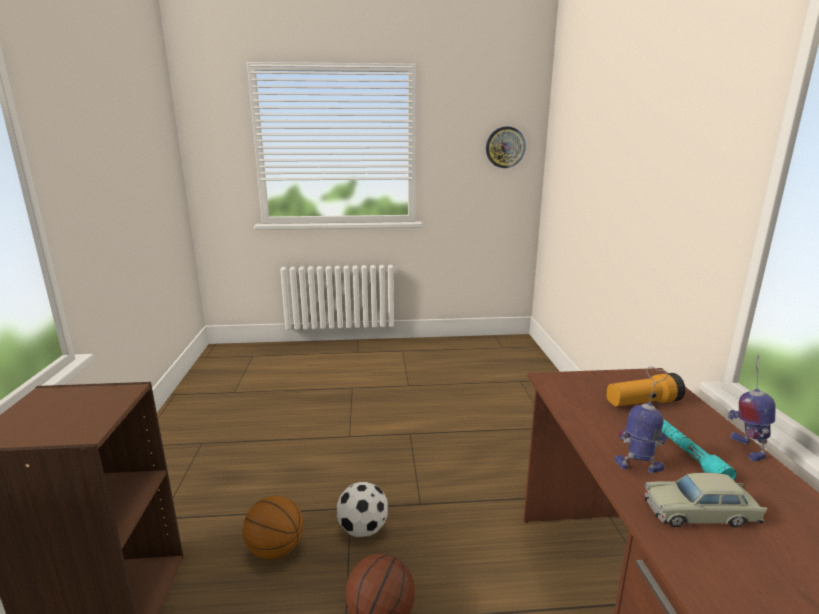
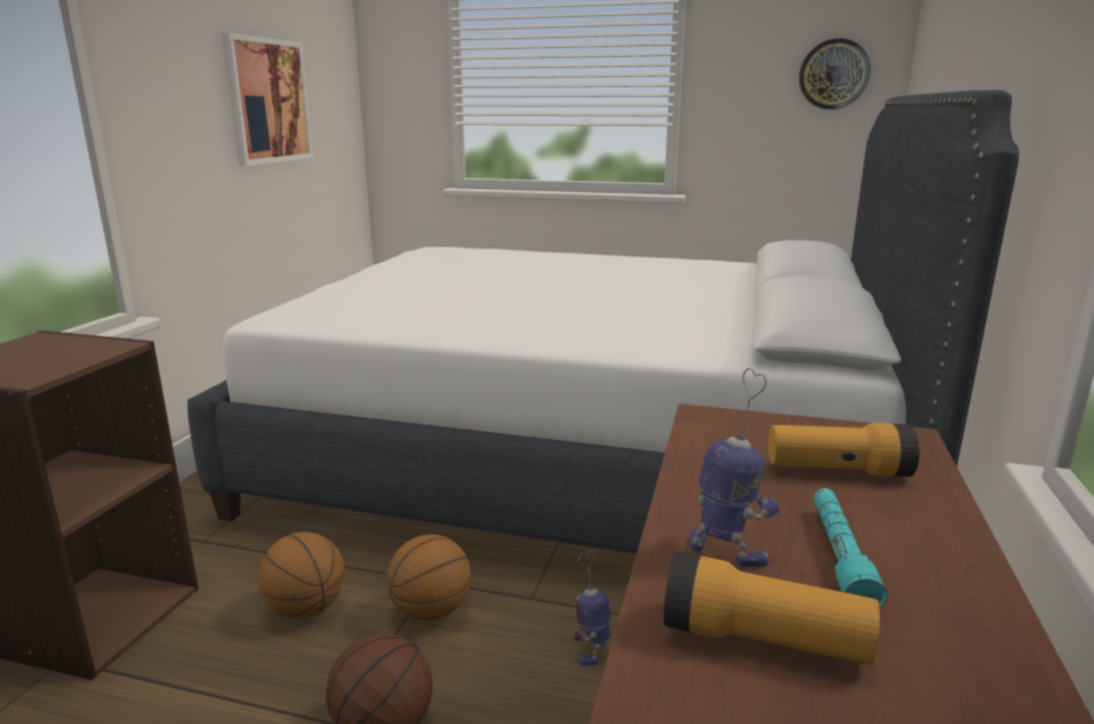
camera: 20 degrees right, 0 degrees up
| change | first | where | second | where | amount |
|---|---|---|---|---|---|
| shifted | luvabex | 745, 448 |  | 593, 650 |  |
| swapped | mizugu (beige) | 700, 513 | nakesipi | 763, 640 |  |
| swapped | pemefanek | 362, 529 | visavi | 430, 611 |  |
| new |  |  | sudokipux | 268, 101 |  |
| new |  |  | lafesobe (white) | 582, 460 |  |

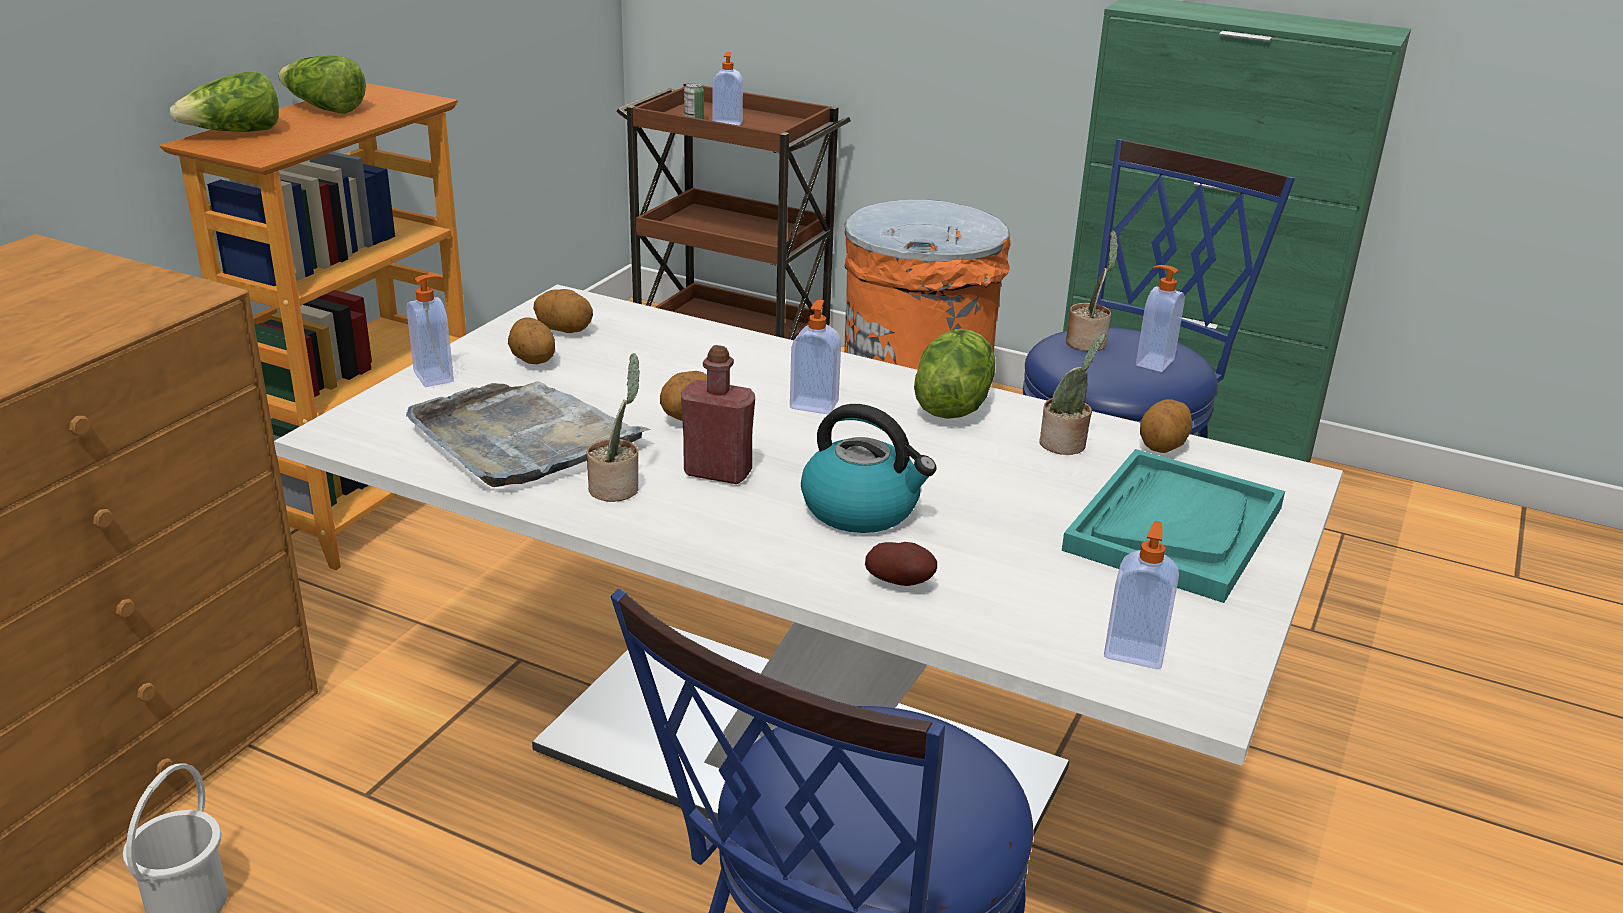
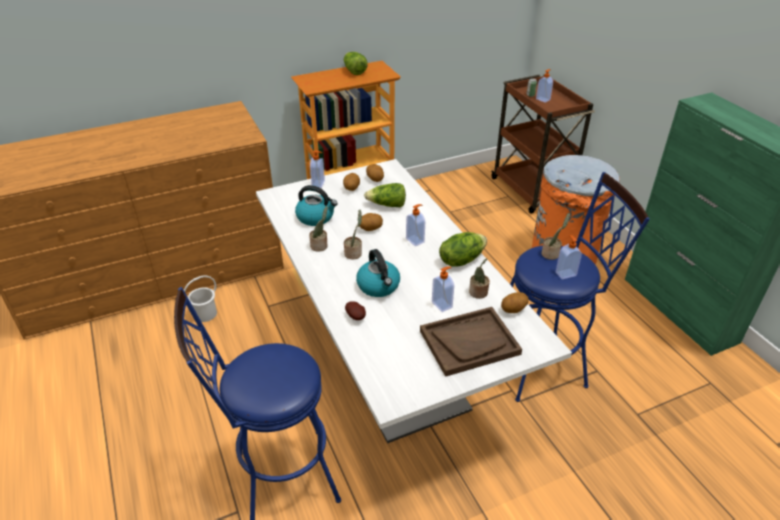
camera: 40 degrees right, 10 degrees up
| change | first | where | second | where | amount |
|---|---|---|---|---|---|
| shifted | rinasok | 234, 133 |  | 387, 205 |  |
| swapped | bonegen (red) | 718, 472 | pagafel | 354, 253 |  |
| swapped | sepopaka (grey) | 523, 439 | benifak | 316, 217 |  |
| repainted | sepopaka (turquoise) | 1174, 528 | sepopaka (brown) | 469, 342 |  |
| shifted | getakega | 1134, 651 |  | 442, 304 |  |

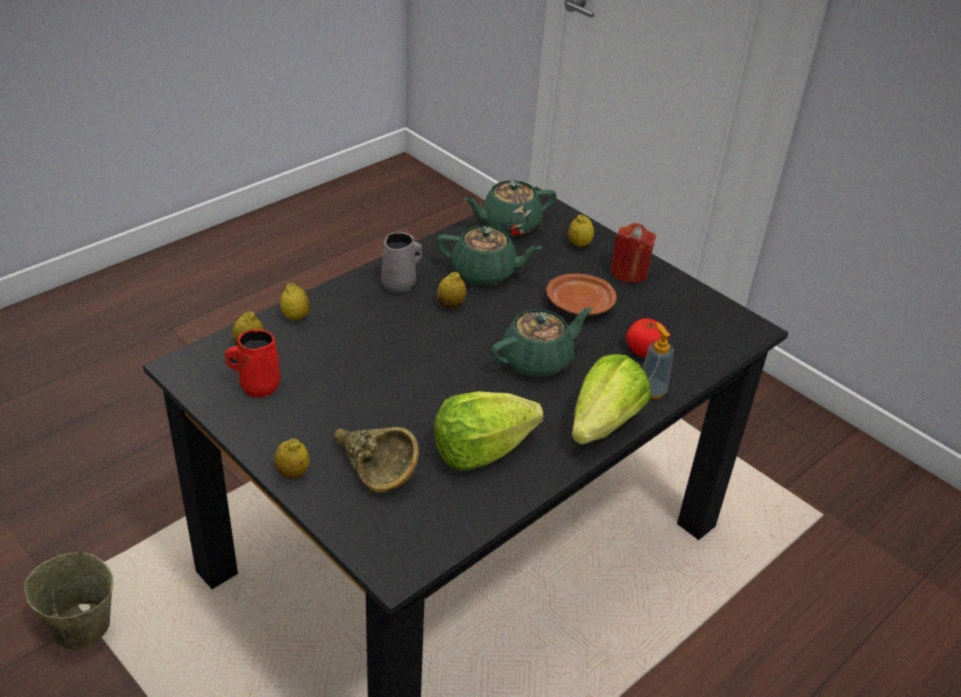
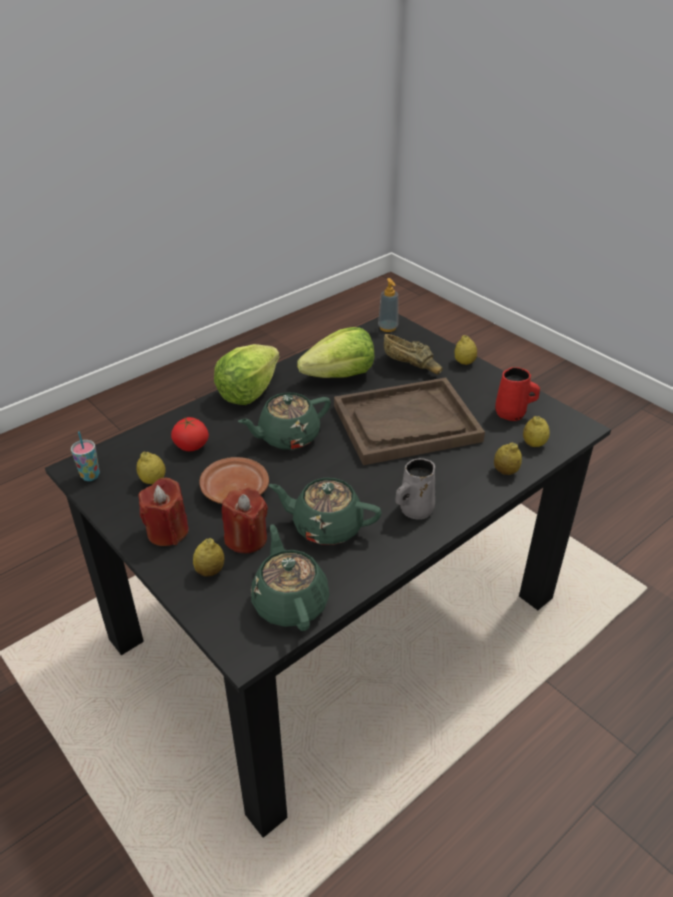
camera: 175 degrees left, 0 degrees up
| change | first | where | second | where | amount |
|---|---|---|---|---|---|
| rotated | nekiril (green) | 509, 225 |  | 290, 601 | 90 degrees counterclockwise |
| shifted | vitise | 450, 305 |  | 153, 480 |  |
| shifted | getakega | 652, 391 |  | 388, 328 |  |
| gone | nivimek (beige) | 80, 626 |  |  |  |
| new |  |  | sepopaka (brown) | 406, 424 |  |
| new |  |  | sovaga | 90, 476 |  |
| new |  |  | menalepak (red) | 246, 538 |  |

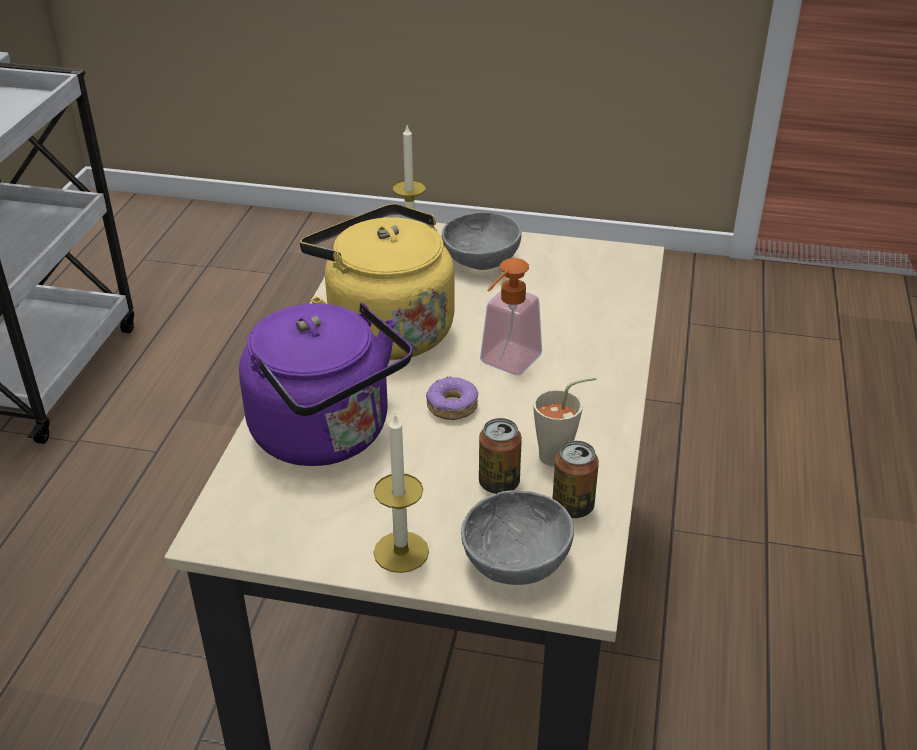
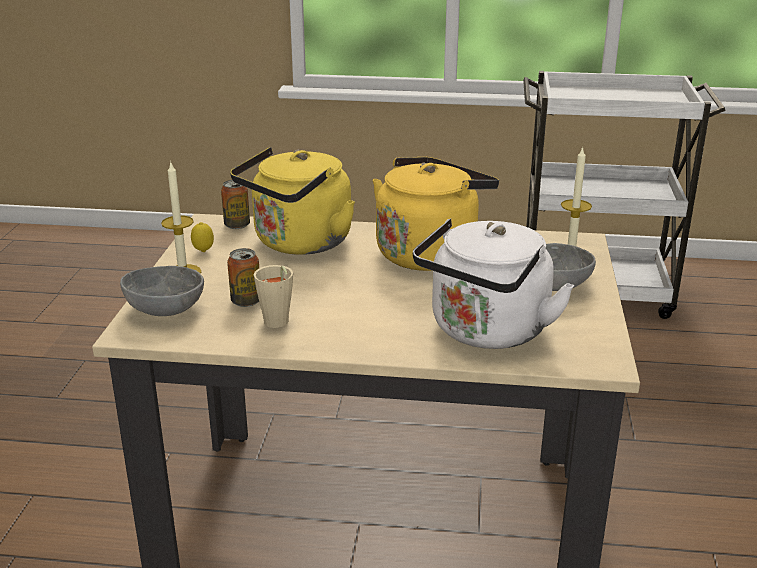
camera: 85 degrees right, 10 degrees down
| change | first | where | second | where | amount |
|---|---|---|---|---|---|
| gone | getakega | 505, 364 |  |  |  |
| repainted | benifak (purple) | 328, 436 | benifak (yellow) | 299, 243 |  |
| gone | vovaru | 451, 406 |  |  |  |
| shifted | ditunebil | 572, 507 |  | 237, 225 |  |
| new |  |  | benifak (white) | 486, 332 |  |
| new |  |  | vitise | 203, 252 |  |

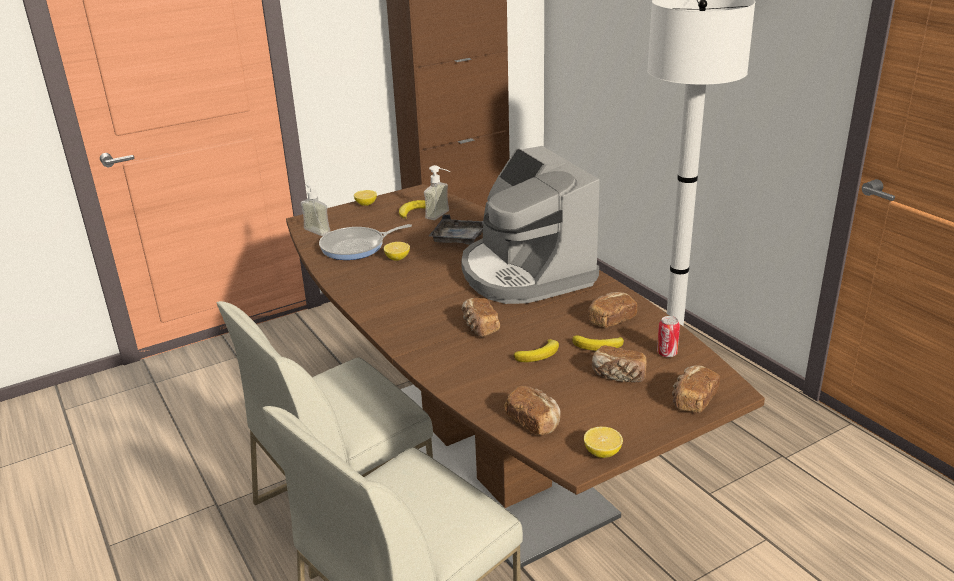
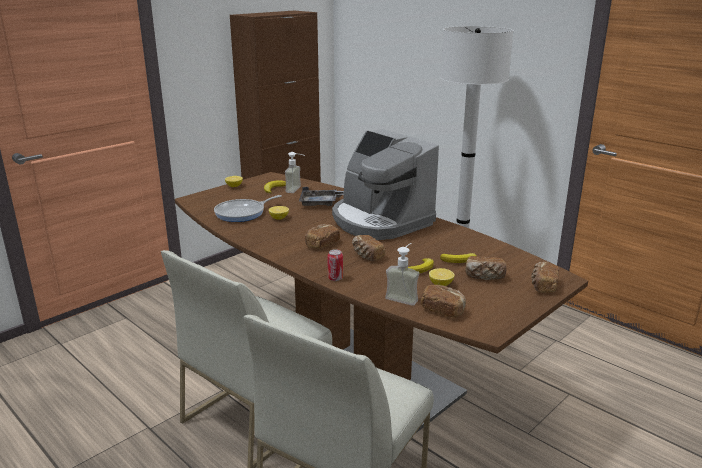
camera: 15 degrees left, 5 degrees down
| change | first | where | second | where | amount |
|---|---|---|---|---|---|
| shifted | getakega | 322, 229 |  | 404, 297 |  |
| shifted | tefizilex | 610, 320 |  | 321, 244 |  |
| shifted | ditunebil | 667, 353 |  | 335, 278 |  |
| shifted | vitise | 602, 453 |  | 440, 284 |  |

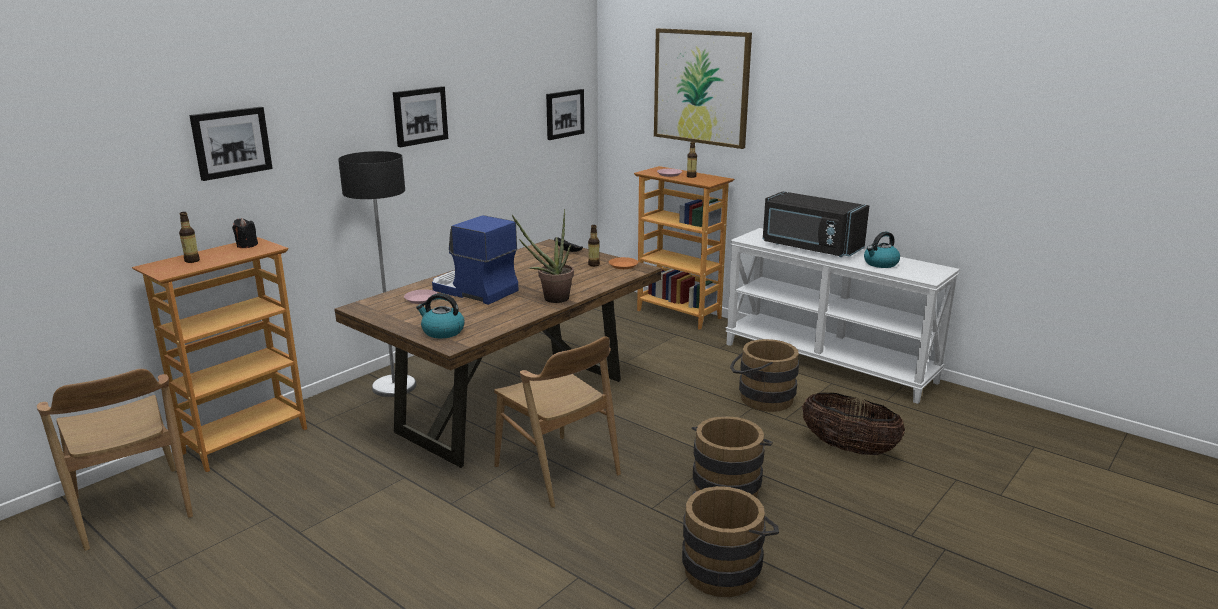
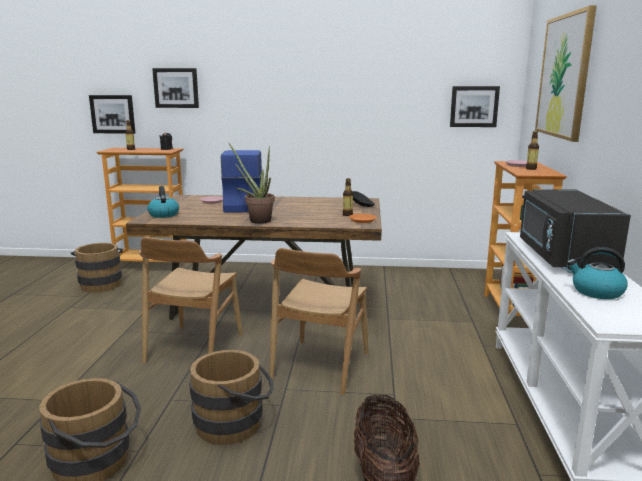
camera: 55 degrees right, 5 degrees down
| change | first | where | second | where | amount |
|---|---|---|---|---|---|
| shifted | sudokipux | 420, 116 |  | 113, 114 |  |
| gone | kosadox | 394, 387 |  |  |  |
| shifted | nivimek (brown) | 760, 398 |  | 101, 284 |  |
| shifted | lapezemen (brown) | 132, 508 |  | 320, 366 |  |

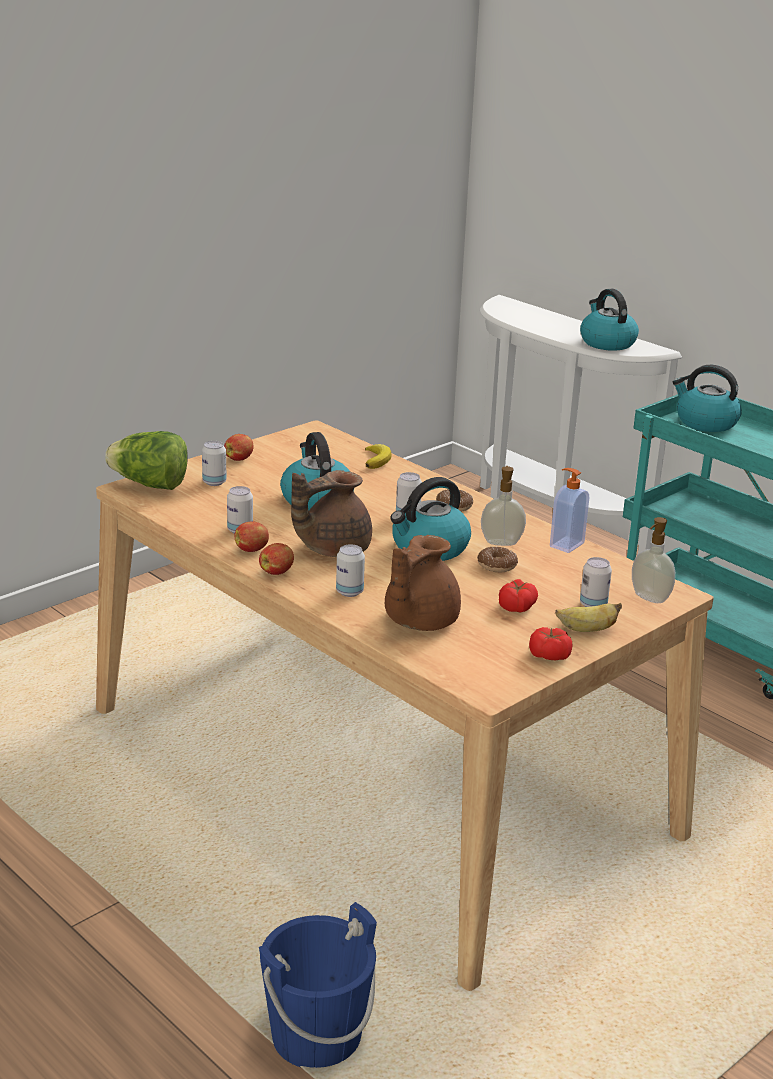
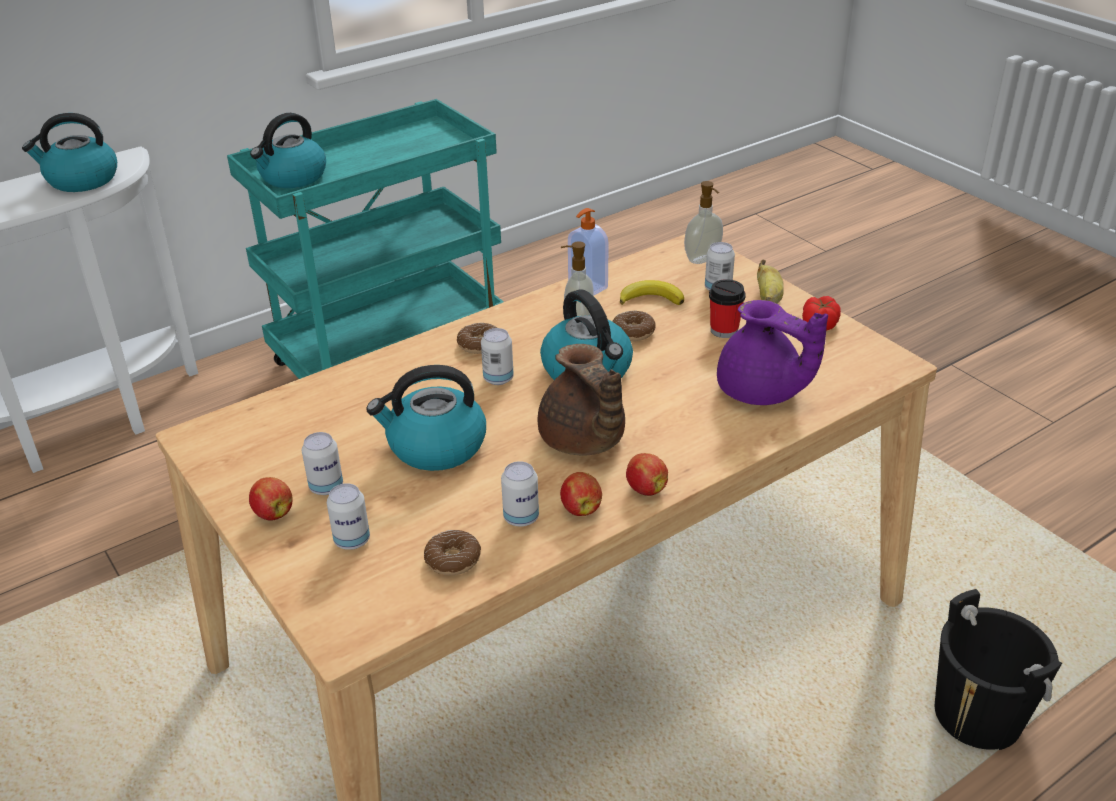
camera: 80 degrees left, 10 degrees up
| change | first | where | second | where | amount |
|---|---|---|---|---|---|
| gone | rinasok | 150, 485 |  |  |  |
| shifted | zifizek | 377, 459 |  | 651, 298 |  |
| repainted | nekiril (brown) | 418, 621 | nekiril (purple) | 761, 392 |  |
| shifted | ditunebil | 349, 592 |  | 326, 487 |  |
| swapped | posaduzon | 516, 606 | sovaga | 724, 330 |  |
| repainted | nivimek (blue) | 316, 1035 | nivimek (black) | 977, 716 |  |
| new |  |  | vovaru | 453, 559 |  |

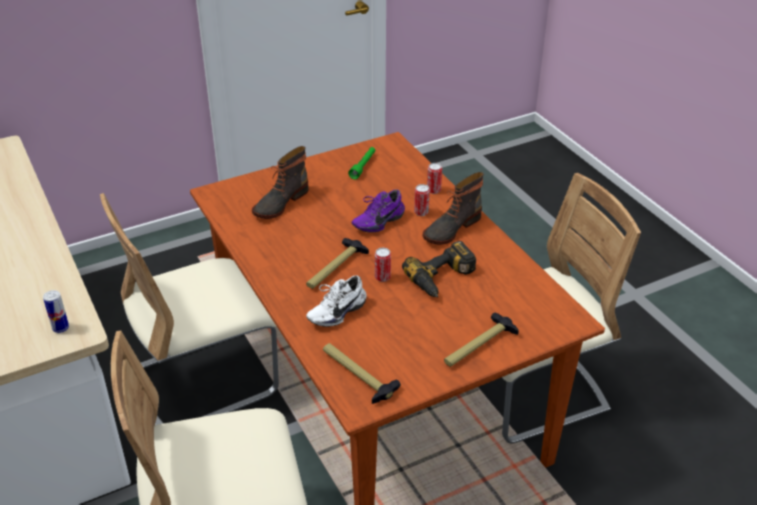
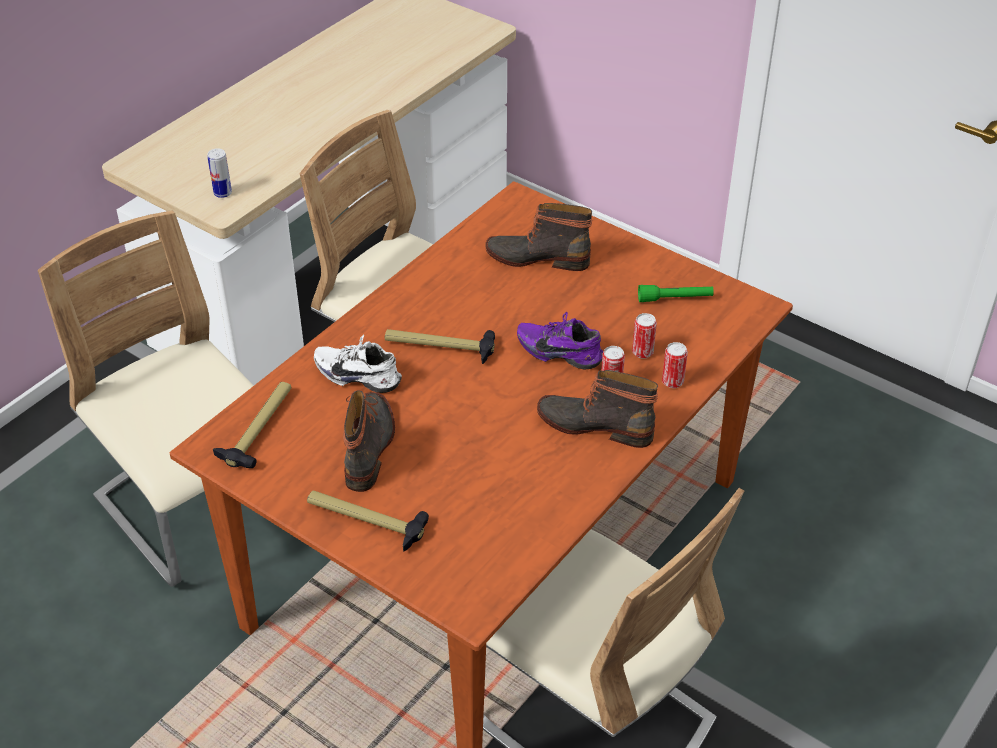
camera: 65 degrees right, 5 degrees up
| change | first | where | second | where | amount |
|---|---|---|---|---|---|
| gone | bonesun | 443, 279 |  |  |  |
| shifted | ditunebil | 382, 277 |  | 642, 352 |  |
| new |  |  | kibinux | 369, 447 |  |

